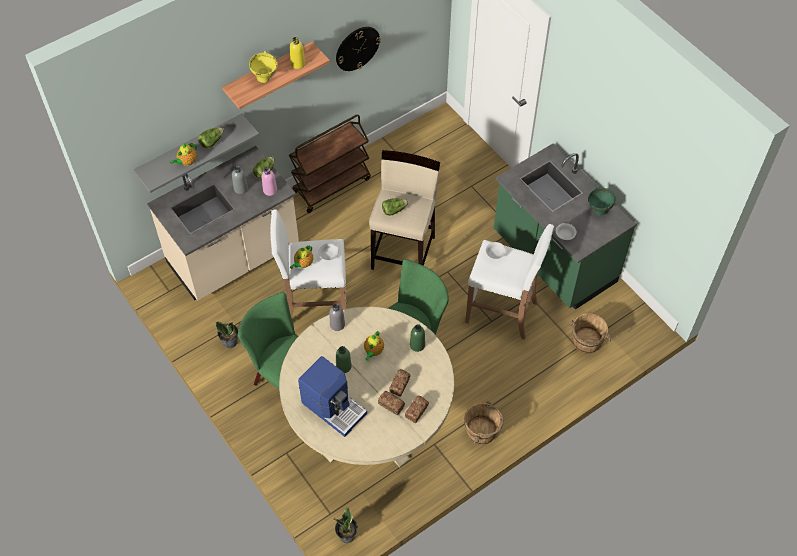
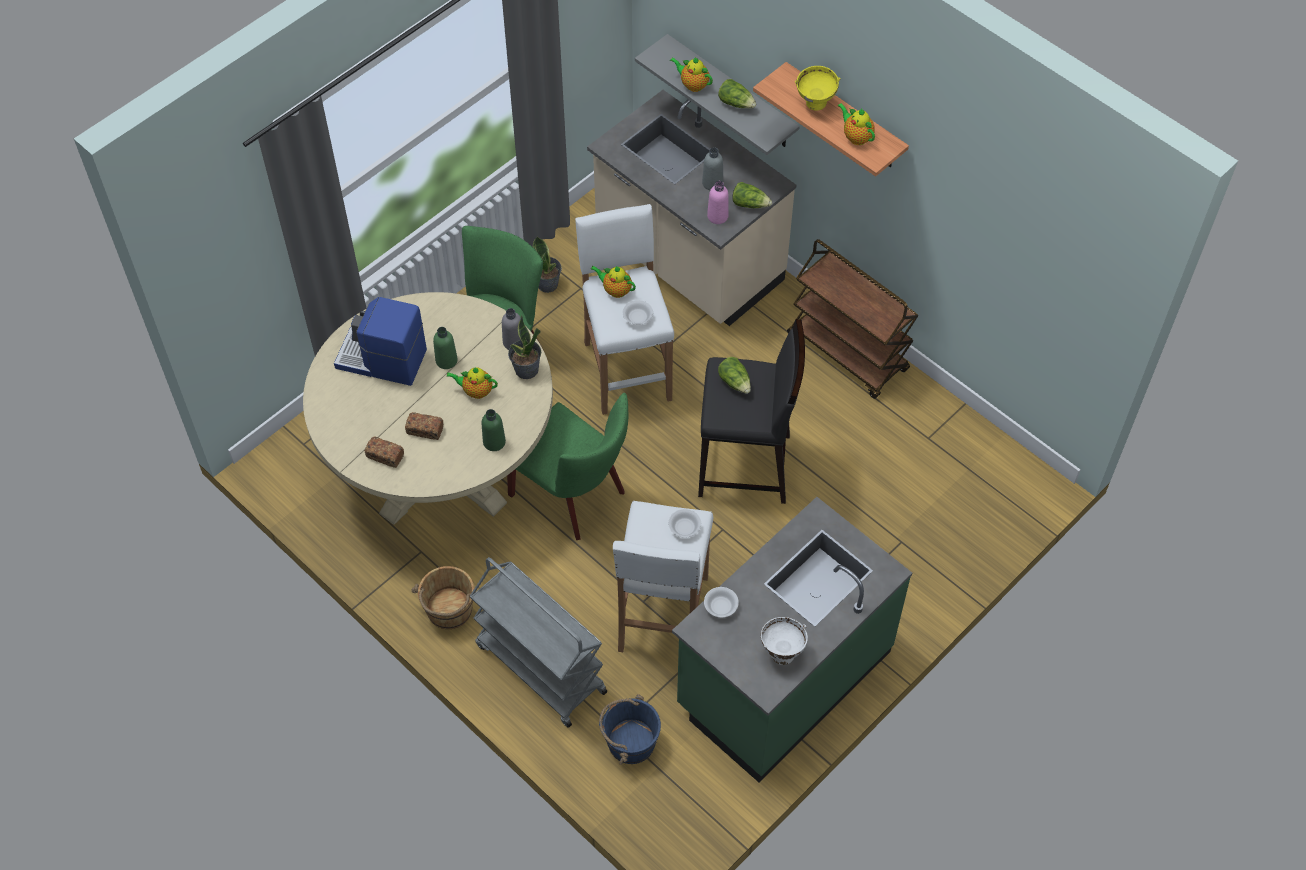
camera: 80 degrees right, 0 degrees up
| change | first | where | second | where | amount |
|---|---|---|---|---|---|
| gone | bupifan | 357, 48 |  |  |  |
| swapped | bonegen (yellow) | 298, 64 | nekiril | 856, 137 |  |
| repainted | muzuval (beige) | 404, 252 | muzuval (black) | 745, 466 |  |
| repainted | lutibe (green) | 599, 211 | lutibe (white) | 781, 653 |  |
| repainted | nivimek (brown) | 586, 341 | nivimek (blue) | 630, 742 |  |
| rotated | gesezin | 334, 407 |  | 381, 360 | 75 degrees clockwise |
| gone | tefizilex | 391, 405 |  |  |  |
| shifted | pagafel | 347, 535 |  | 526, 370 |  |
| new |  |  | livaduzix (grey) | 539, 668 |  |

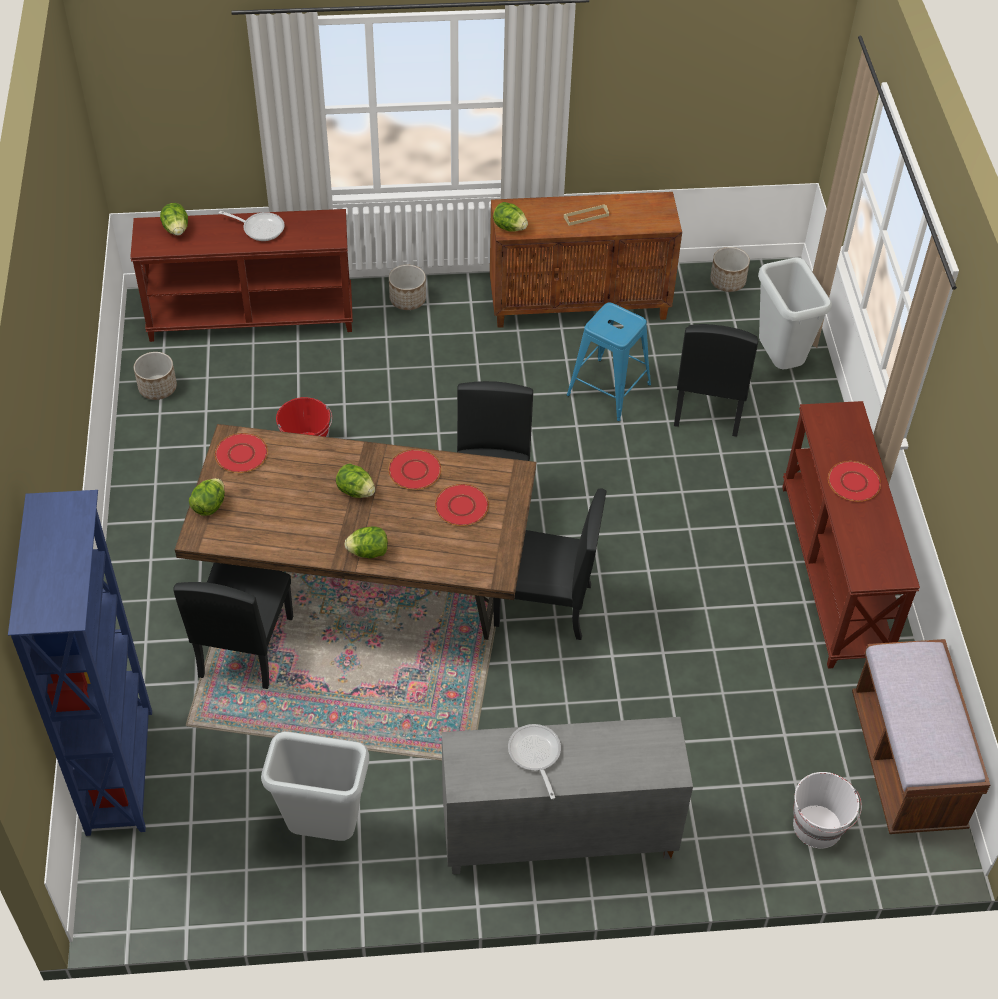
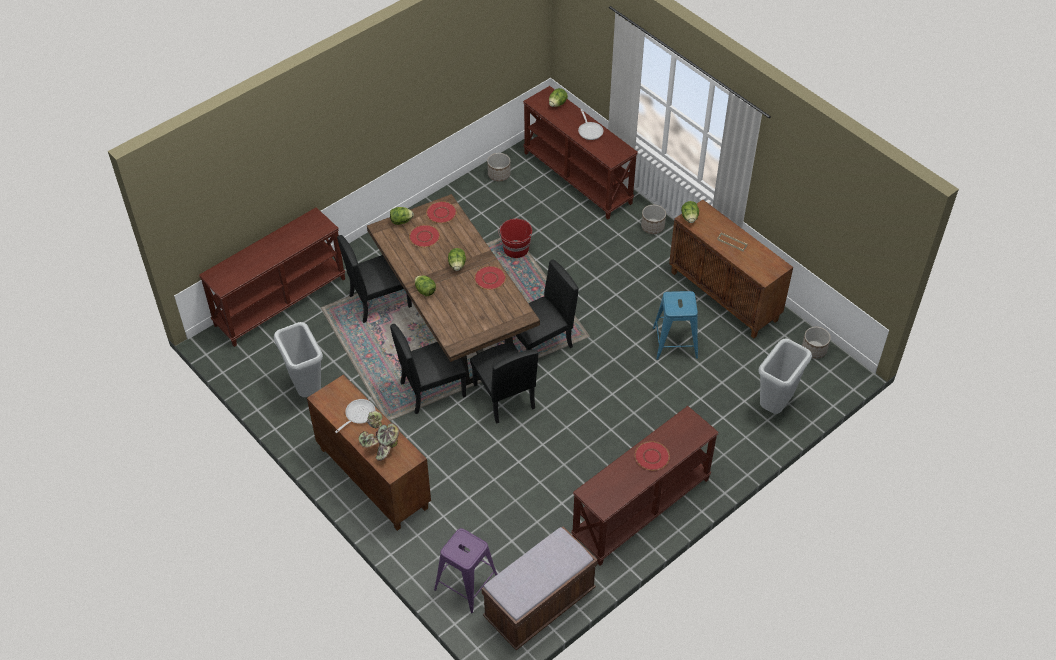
camera: 55 degrees right, 0 degrees up
| change | first | where | second | where | amount |
|---|---|---|---|---|---|
| shifted | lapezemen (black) | 709, 402 |  | 432, 389 |  |
| shifted | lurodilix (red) | 461, 506 |  | 424, 237 |  |
| swapped | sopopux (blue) | 121, 770 | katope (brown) | 280, 301 |  |
| repainted | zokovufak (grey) | 557, 837 | zokovufak (brown) | 372, 478 |  |
| swapped | nivimek (white) | 818, 827 | muzuval (purple) | 466, 584 |  |
| new |  |  | pagafel | 381, 446 |  |

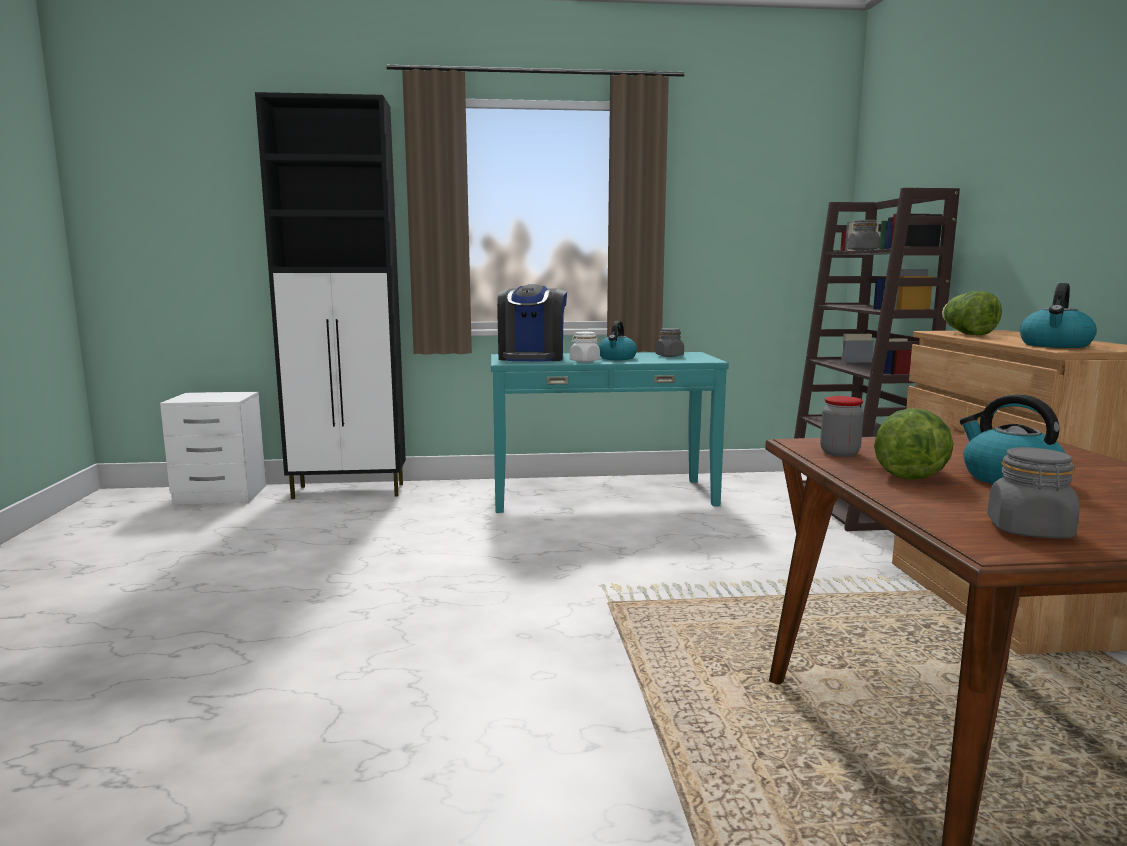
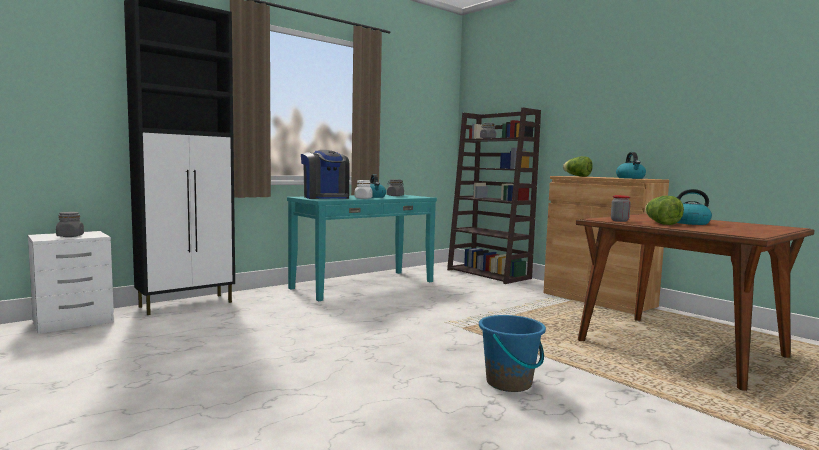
camera: 35 degrees left, 5 degrees down
| change | first | where | second | where | amount |
|---|---|---|---|---|---|
| shifted | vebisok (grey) | 1029, 530 |  | 70, 236 |  |
| new |  |  | nivimek (blue) | 509, 383 |  |

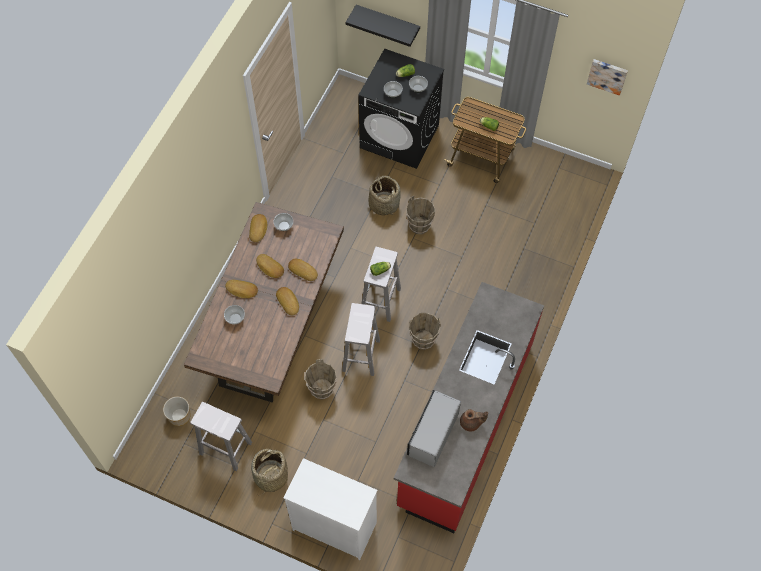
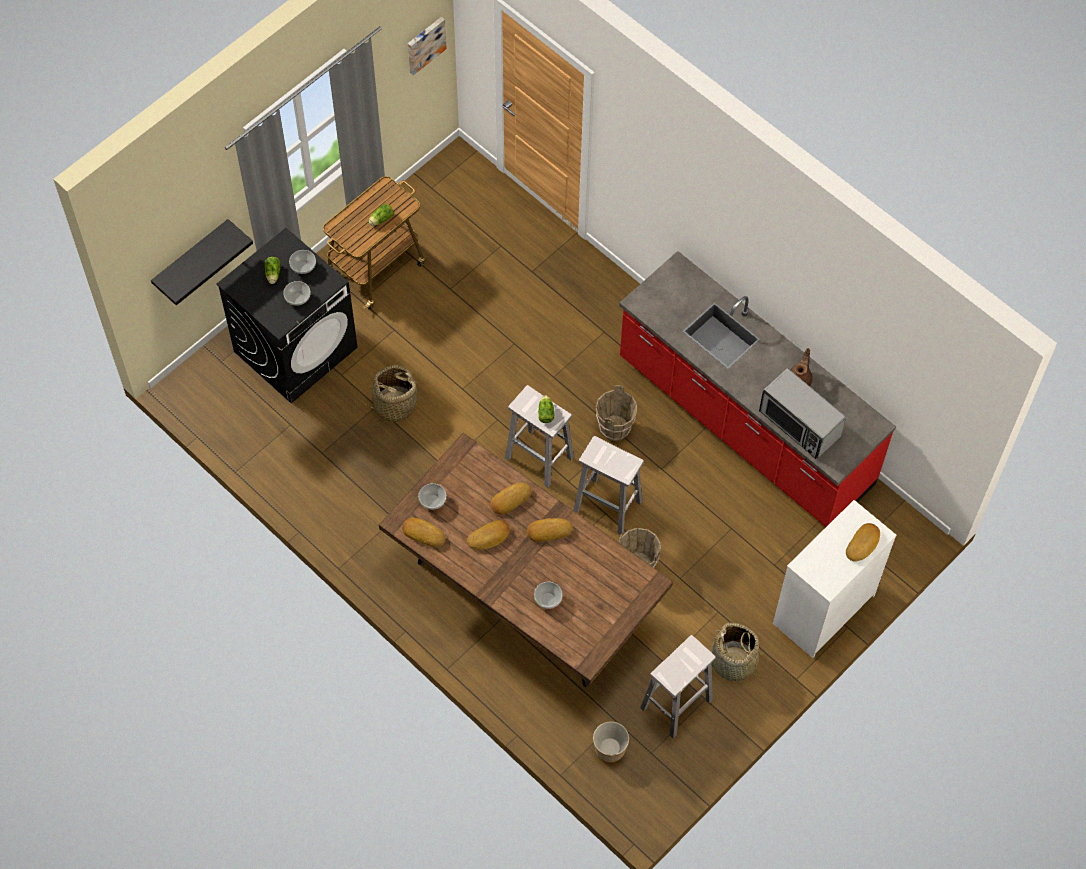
camera: 70 degrees left, 0 degrees up
| change | first | where | second | where | amount |
|---|---|---|---|---|---|
| gone | nivimek (brown) | 419, 226 |  |  |  |
| shifted | tefizilex | 241, 290 |  | 863, 544 |  |

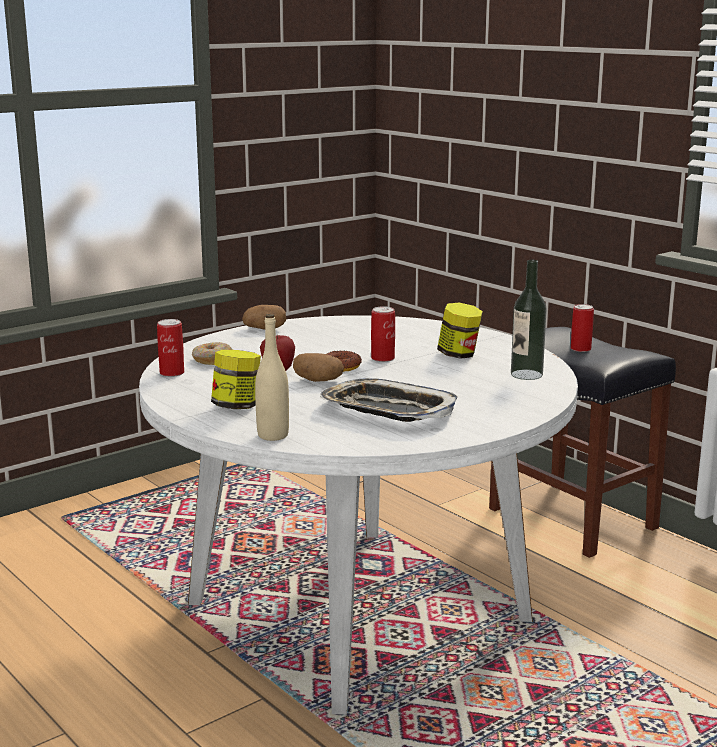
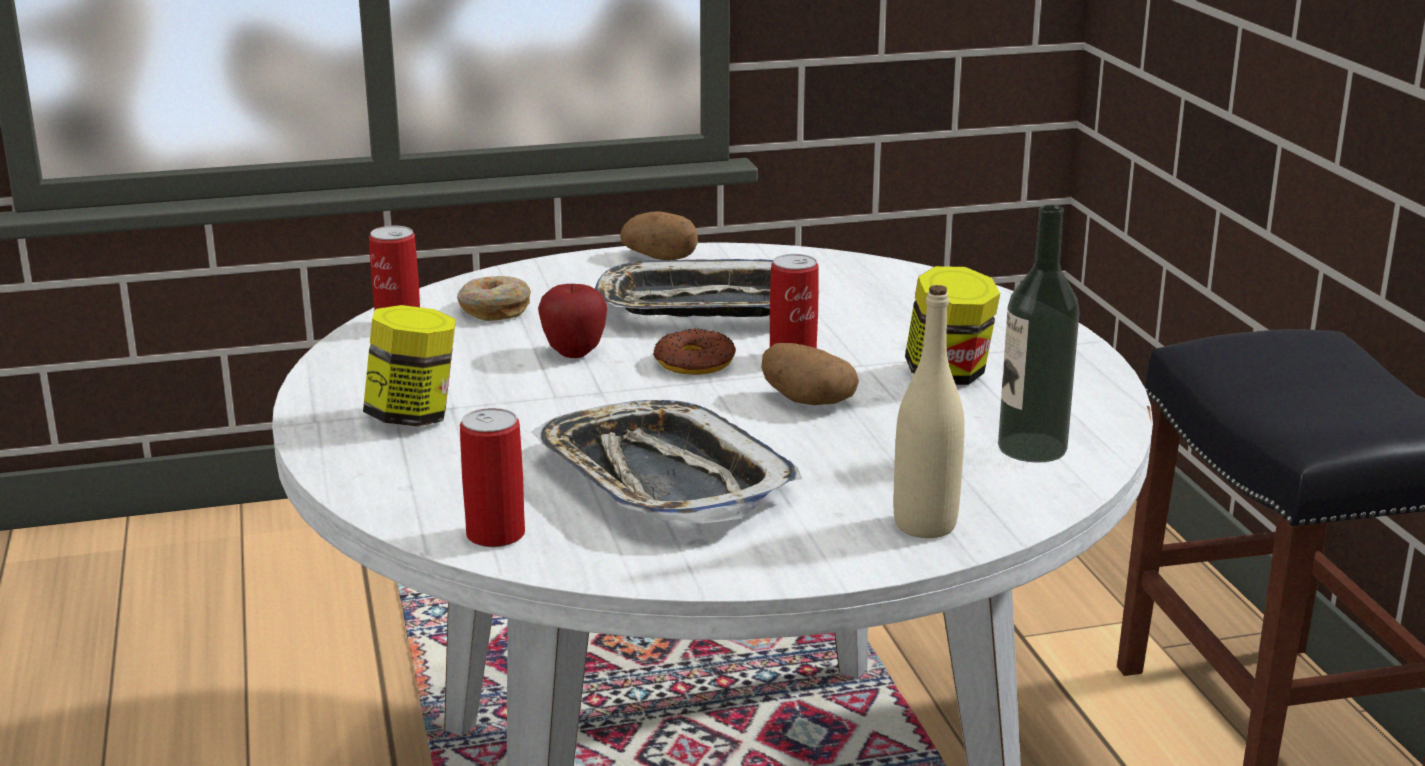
camera: 25 degrees right, 5 degrees up
| change | first | where | second | where | amount |
|---|---|---|---|---|---|
| shifted | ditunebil | 580, 349 |  | 495, 534 |  |
| shifted | bonegen (beige) | 273, 435 |  | 925, 525 |  |
| shifted | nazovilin | 317, 380 |  | 806, 400 |  |
| new |  |  | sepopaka | 703, 306 |  |

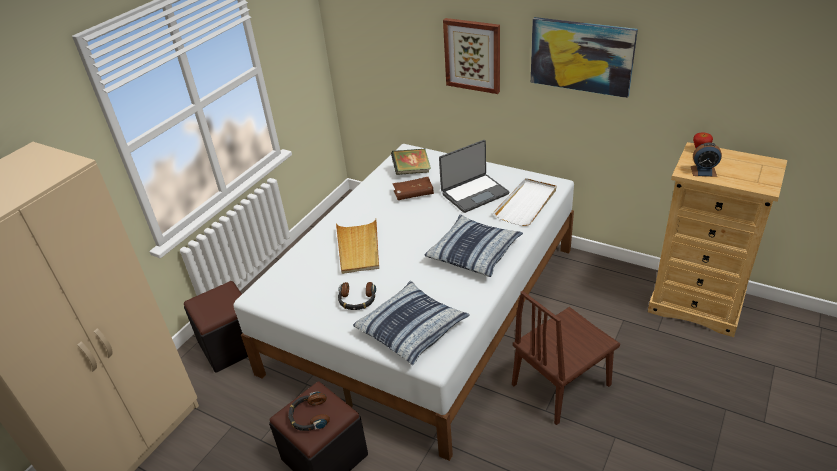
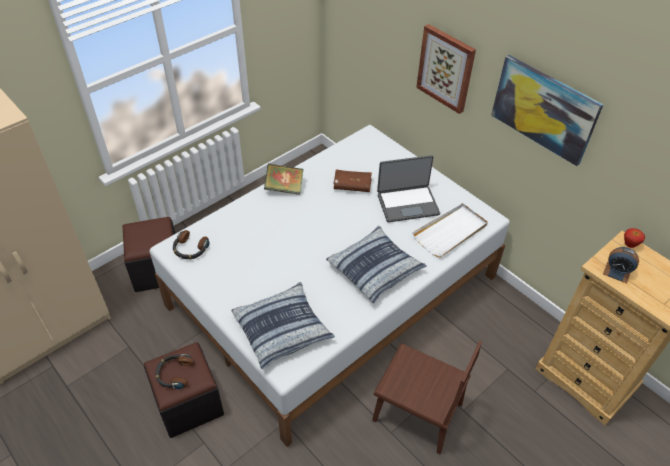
camera: 15 degrees right, 10 degrees up
| change | first | where | second | where | amount |
|---|---|---|---|---|---|
| shifted | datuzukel | 411, 171 |  | 284, 188 |  |
| gone | sepopaka (beige) | 358, 248 |  |  |  |
| shifted | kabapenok | 357, 300 |  | 190, 249 |  |
| rotated | lapezemen (brown) | 561, 384 |  | 417, 412 | 135 degrees counterclockwise |

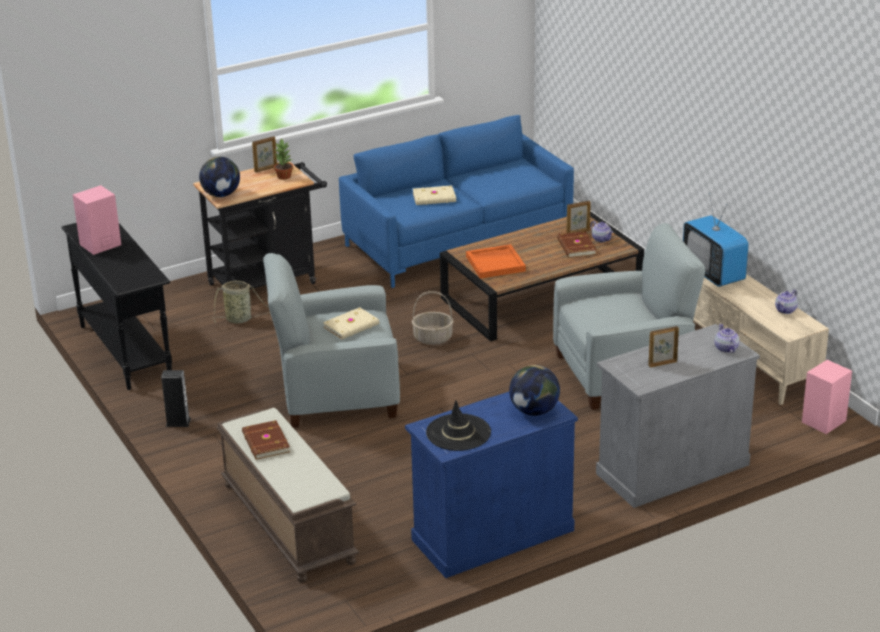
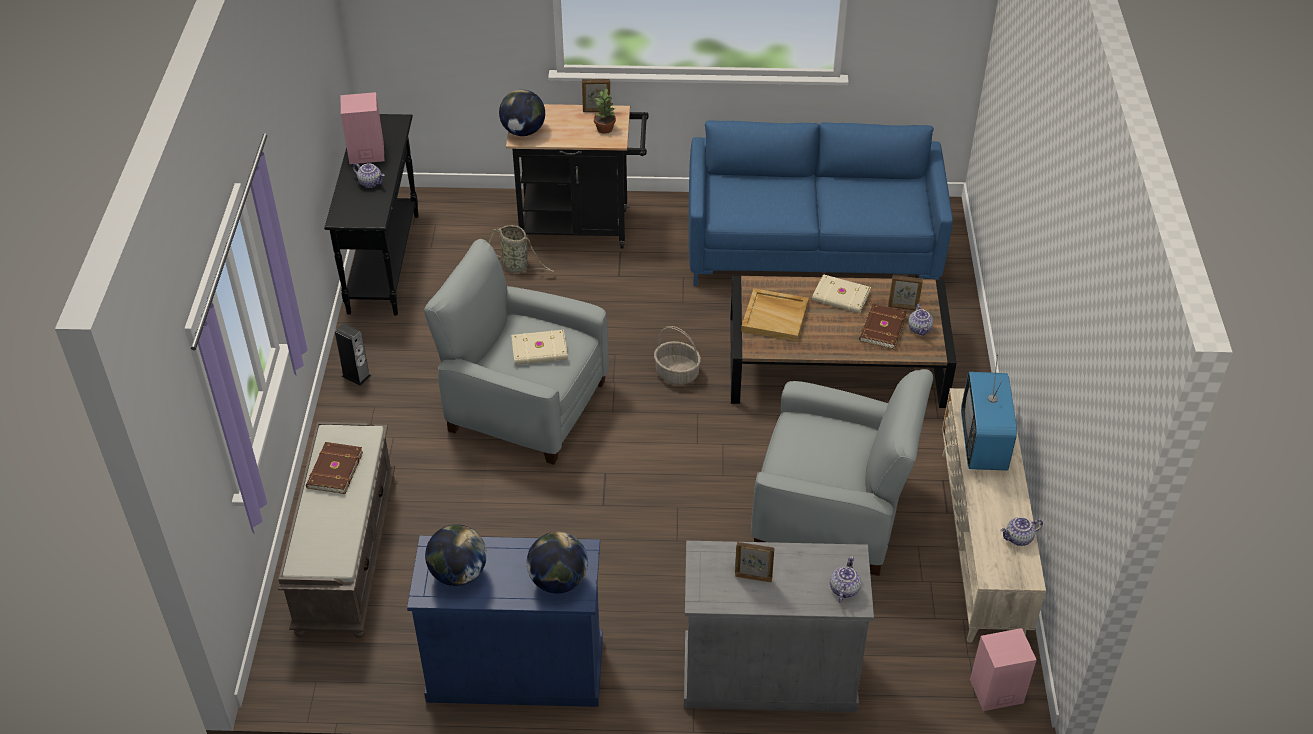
camera: 30 degrees right, 15 degrees up
| change | first | where | second | where | amount |
|---|---|---|---|---|---|
| shifted | datuzukel (beige) | 434, 198 |  | 841, 297 |  |
| repainted | sepopaka (orange) | 495, 263 | sepopaka (beige) | 775, 317 |  |
| swapped | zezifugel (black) | 458, 433 | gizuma | 458, 573 |  |
| new |  |  | nekiril | 371, 182 |  |

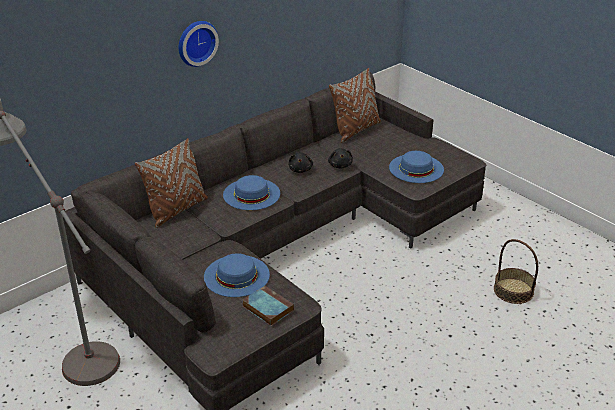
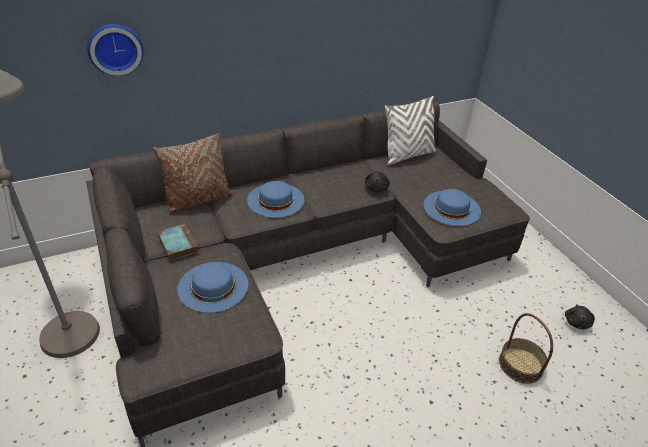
camera: 15 degrees right, 5 degrees up
| change | first | where | second | where | amount |
|---|---|---|---|---|---|
| shifted | bupifan | 196, 42 |  | 115, 48 |  |
| repainted | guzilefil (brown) | 355, 130 | guzilefil (white) | 407, 155 |  |
| shifted | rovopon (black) | 300, 169 |  | 576, 322 |  |
| shifted | datuzukel | 267, 308 |  | 177, 244 |  |

